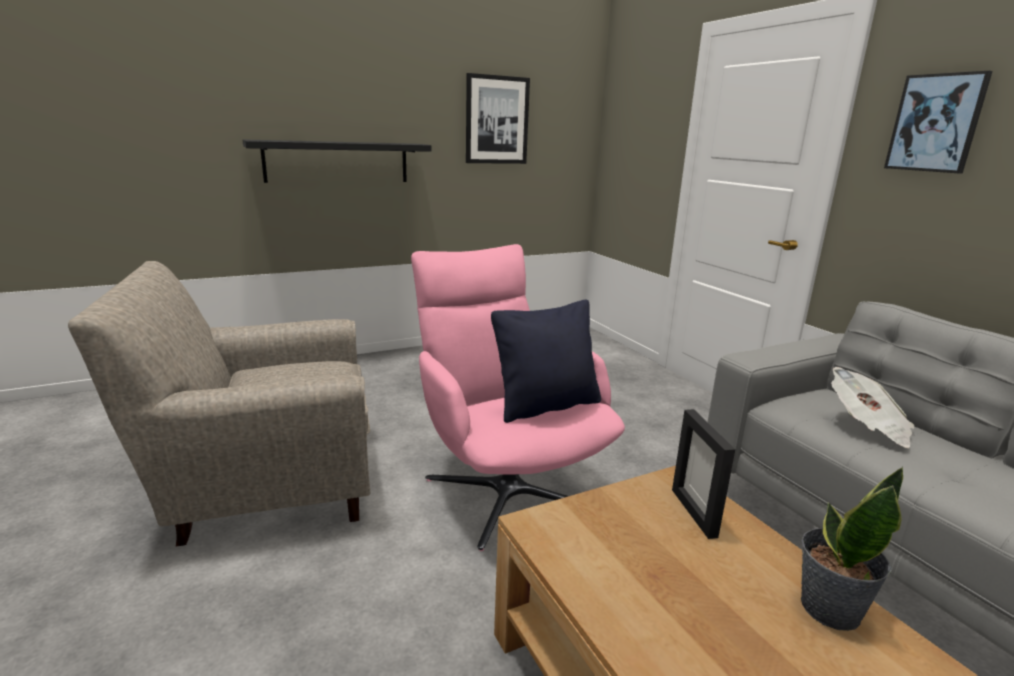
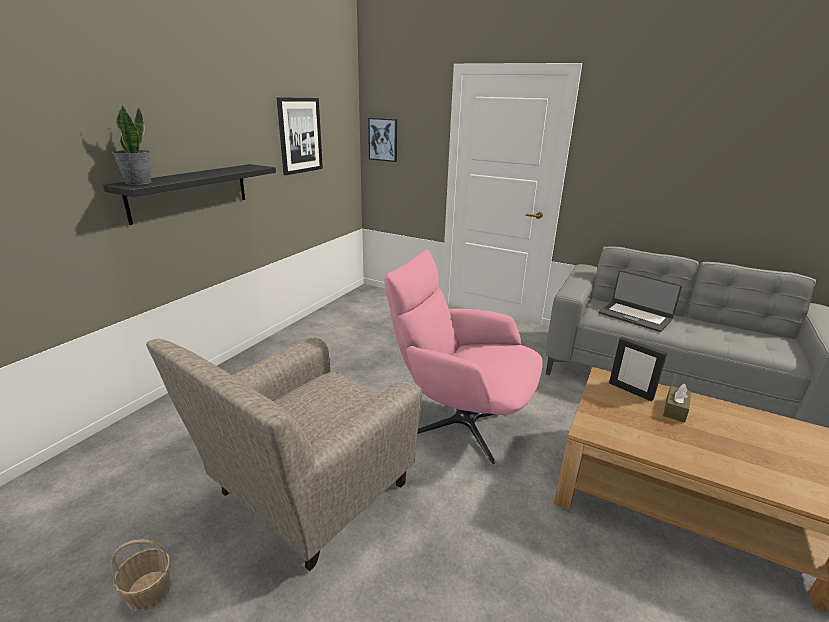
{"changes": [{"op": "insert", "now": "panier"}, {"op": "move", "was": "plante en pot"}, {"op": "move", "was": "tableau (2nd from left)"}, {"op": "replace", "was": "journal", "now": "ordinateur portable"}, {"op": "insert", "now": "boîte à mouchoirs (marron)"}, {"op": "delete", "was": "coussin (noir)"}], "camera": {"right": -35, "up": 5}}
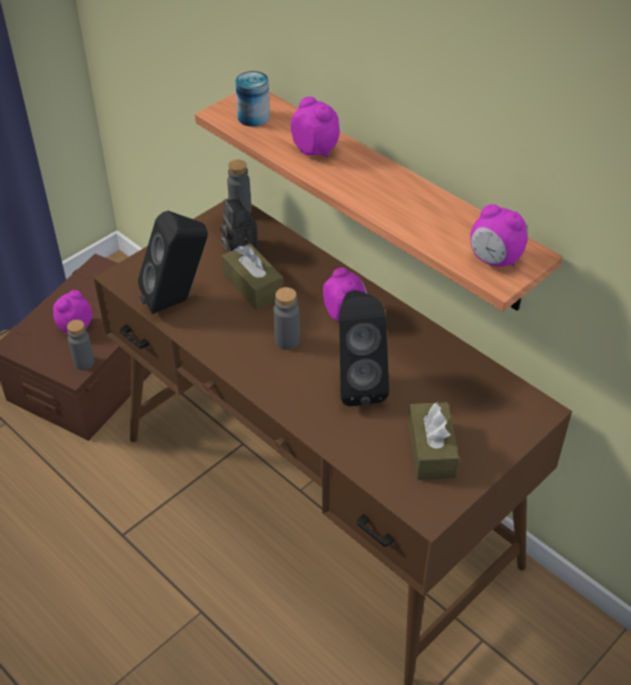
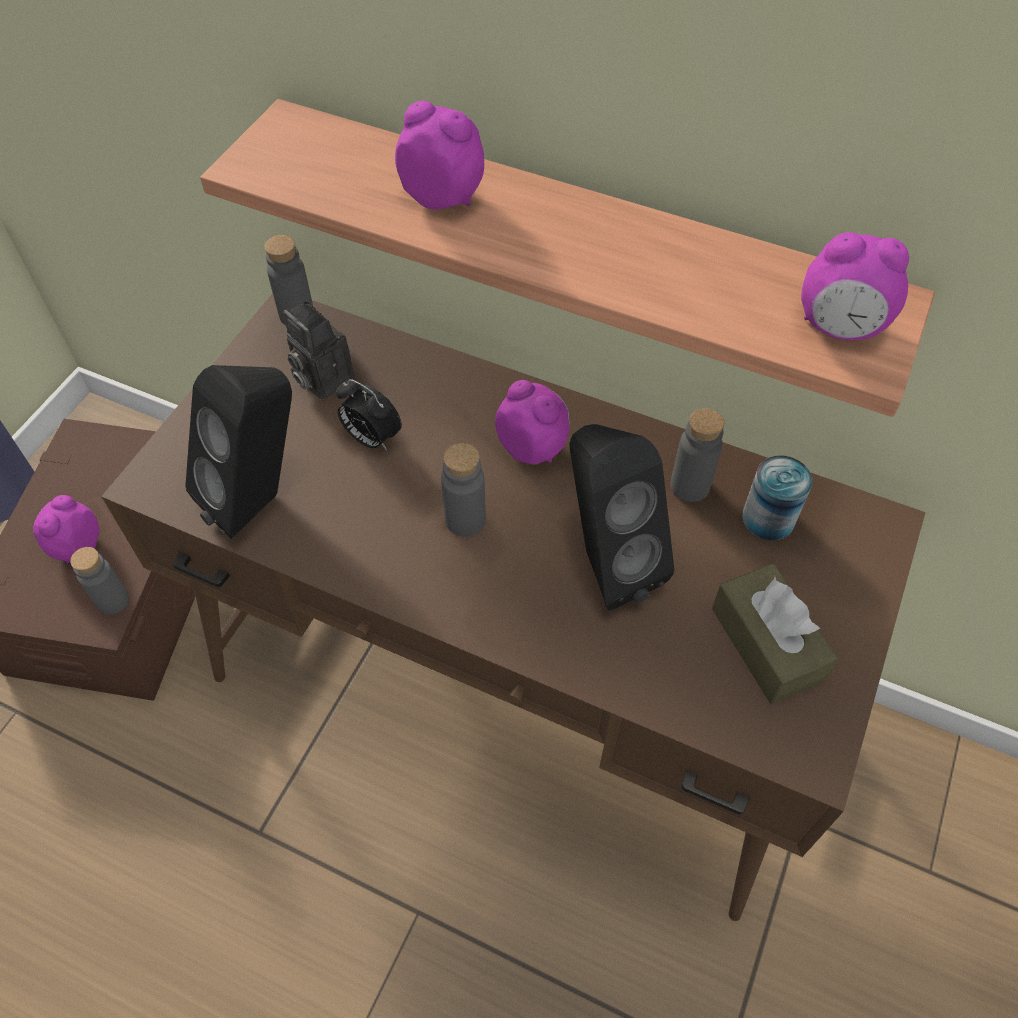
{"changes": [{"op": "replace", "was": "boîte à mouchoirs (marron) (1st from left)", "now": "réveil (2nd from left)"}, {"op": "insert", "now": "bouteille (gris) (4th from left)"}, {"op": "move", "was": "boîte métallique"}], "camera": {"right": -20, "up": 10}}
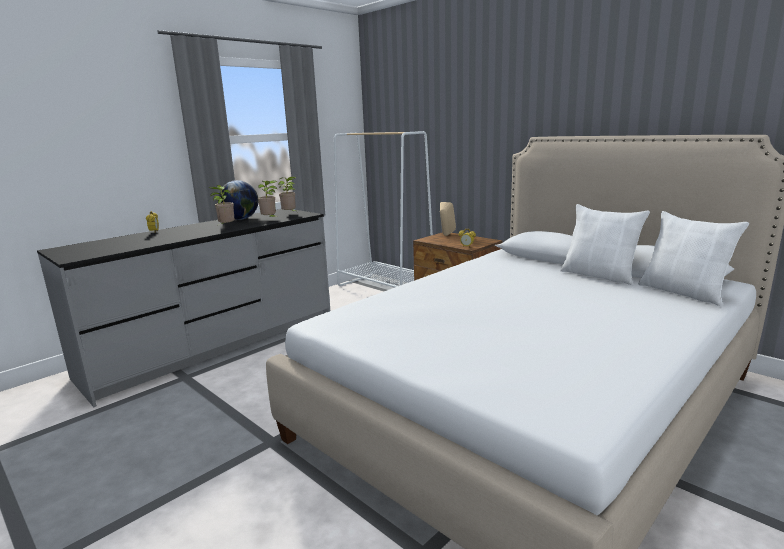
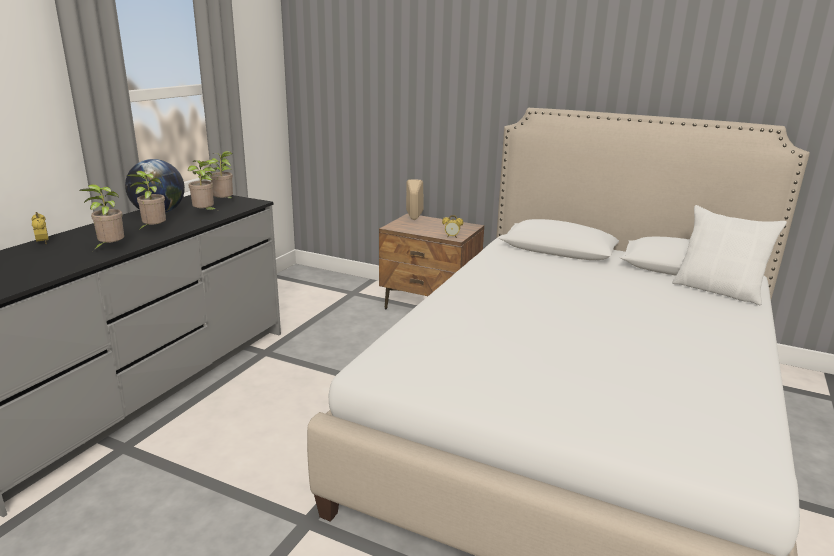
{"changes": [{"op": "insert", "now": "plante en pot (1st from left)"}, {"op": "delete", "was": "portant (blanc)"}, {"op": "delete", "was": "coussin (blanc) (1st from left)"}], "camera": {"right": -20, "up": 5}}
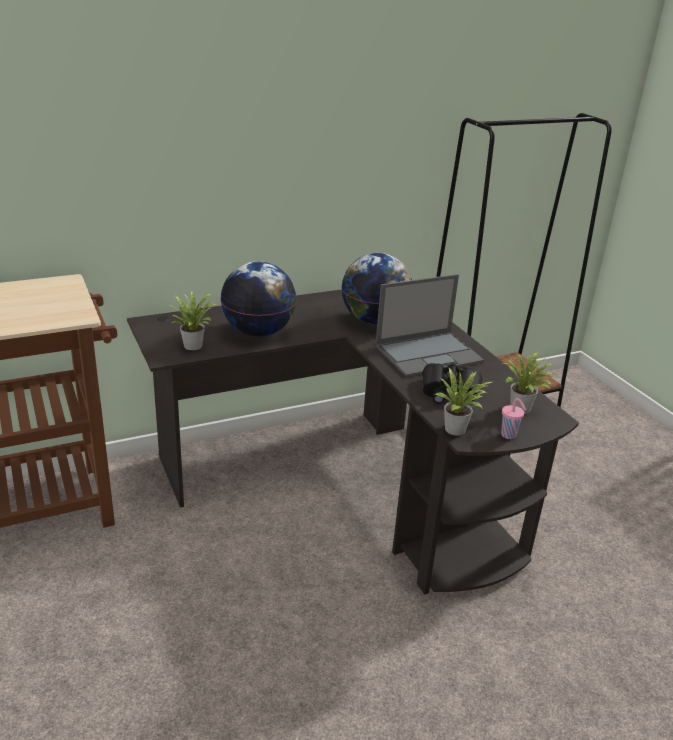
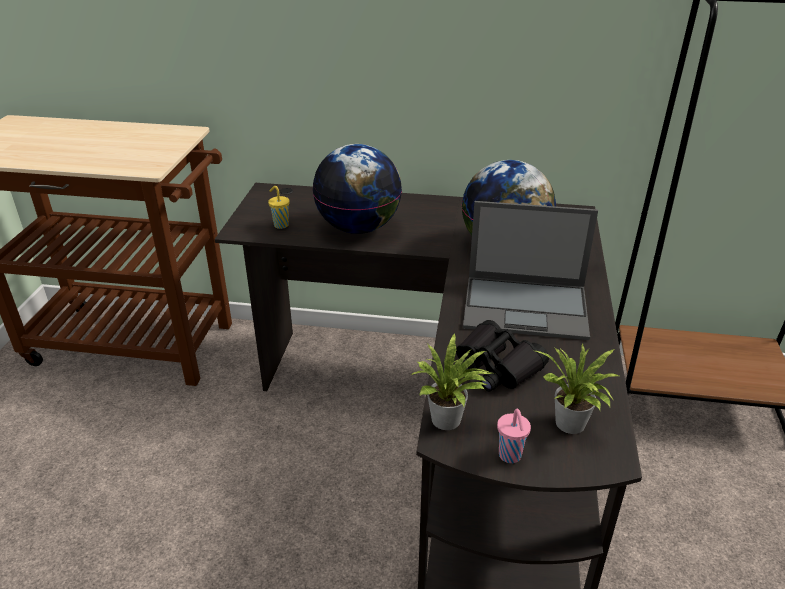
{"changes": [{"op": "replace", "was": "plante en pot (1st from left)", "now": "tasse (jaune)"}], "camera": {"right": 35, "up": 5}}
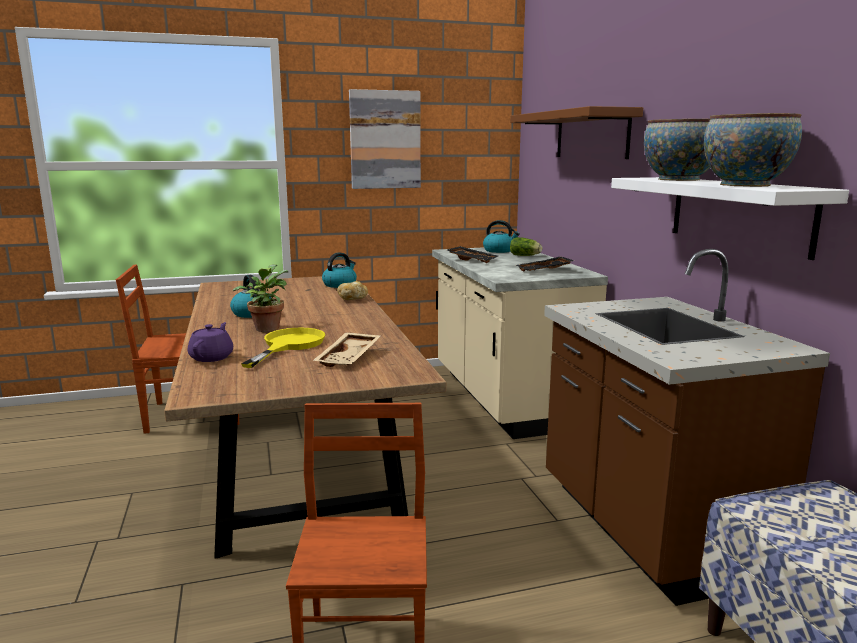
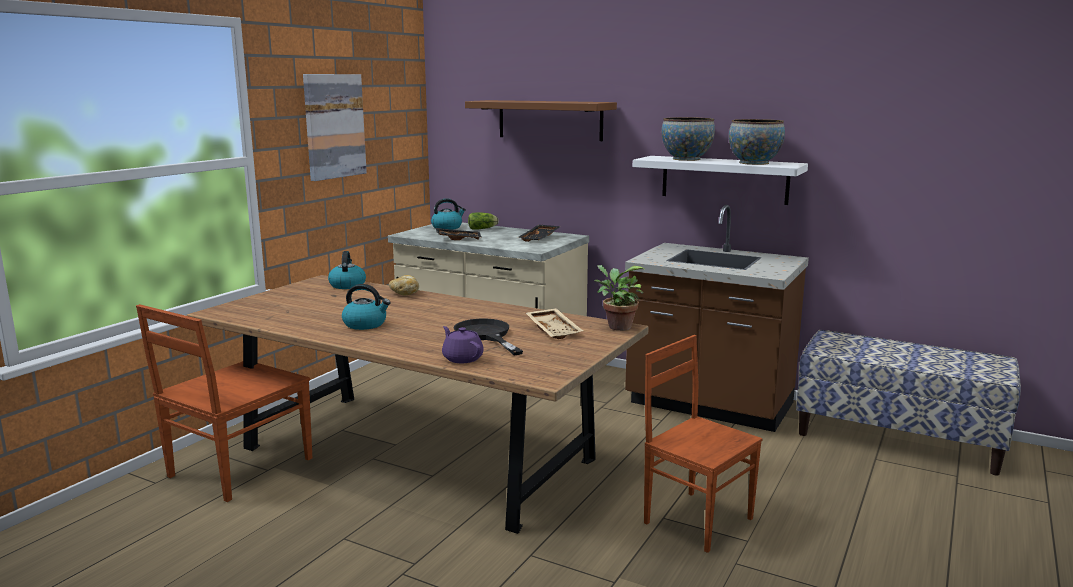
{"changes": [{"op": "recolor", "was": "poêle (jaune)", "now": "poêle (noir)"}, {"op": "move", "was": "plante en pot"}], "camera": {"right": -45, "up": 0}}
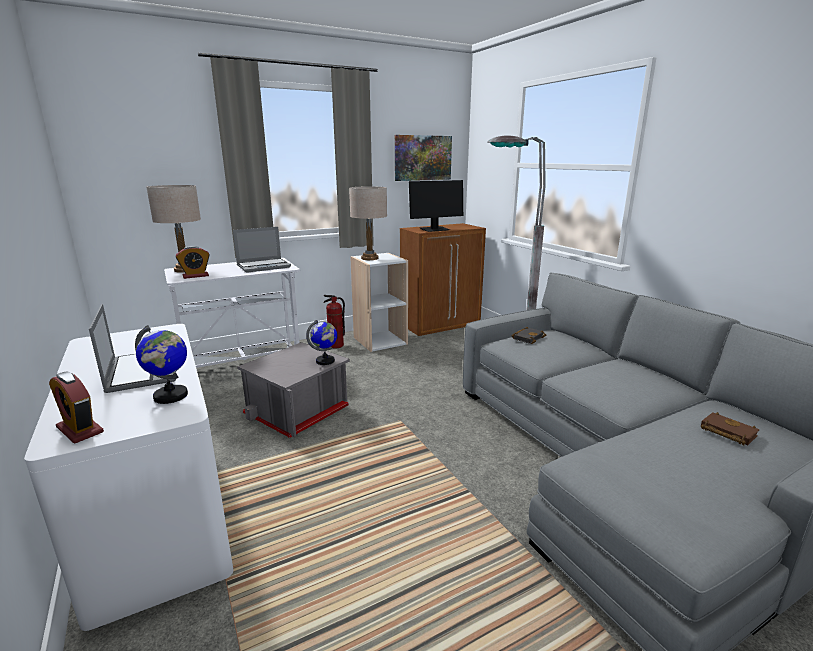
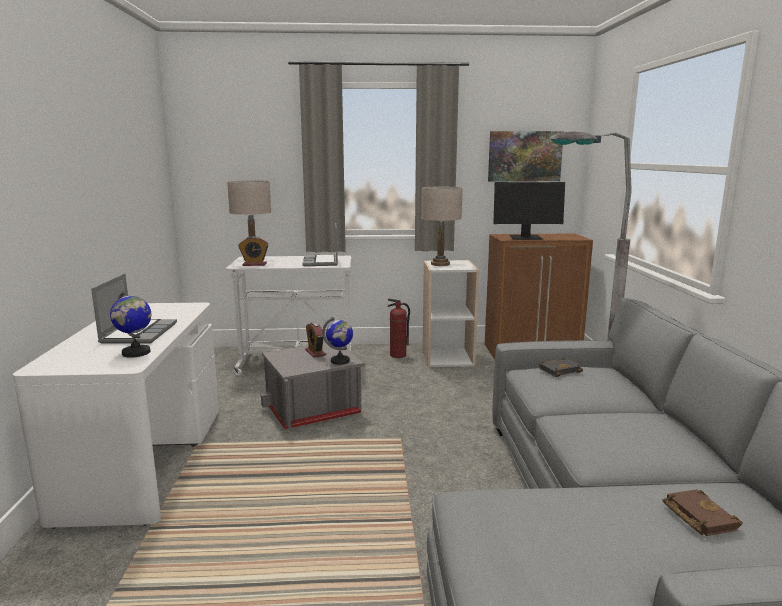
{"changes": [{"op": "rotate", "was": "ordinateur portable (2nd from left)", "clockwise": 90}, {"op": "move", "was": "réveil (1st from left in the first image)", "now": "réveil (2nd from left)"}], "camera": {"right": 25, "up": -5}}
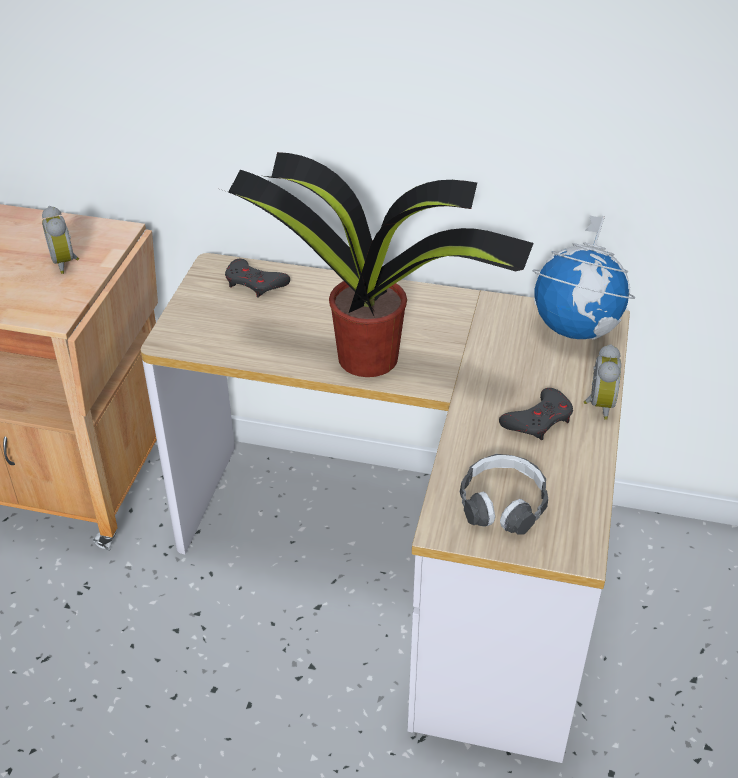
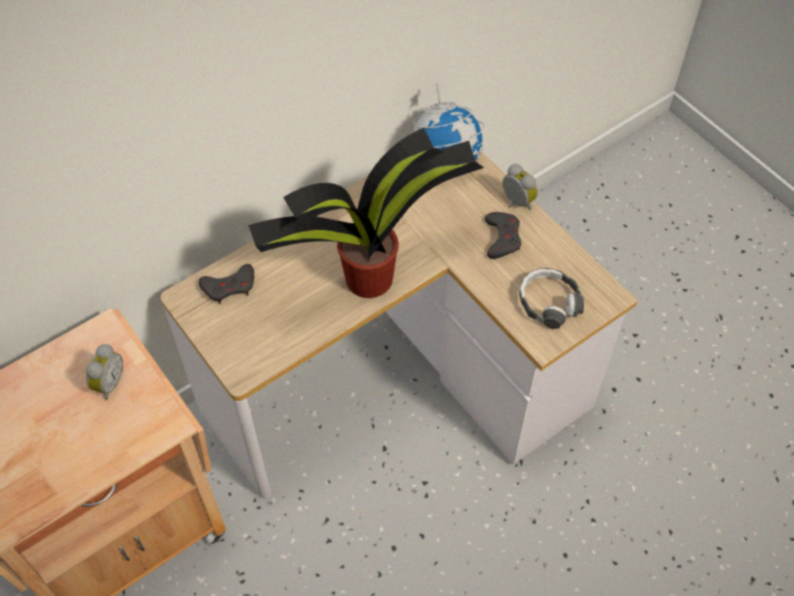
{"changes": [{"op": "rotate", "was": "réveil (1st from left)", "clockwise": -90}], "camera": {"right": -50, "up": 15}}
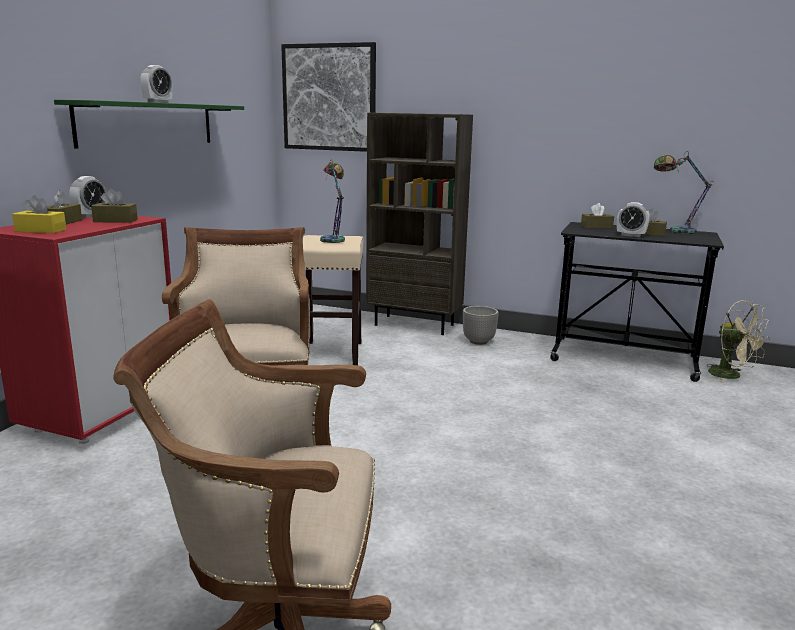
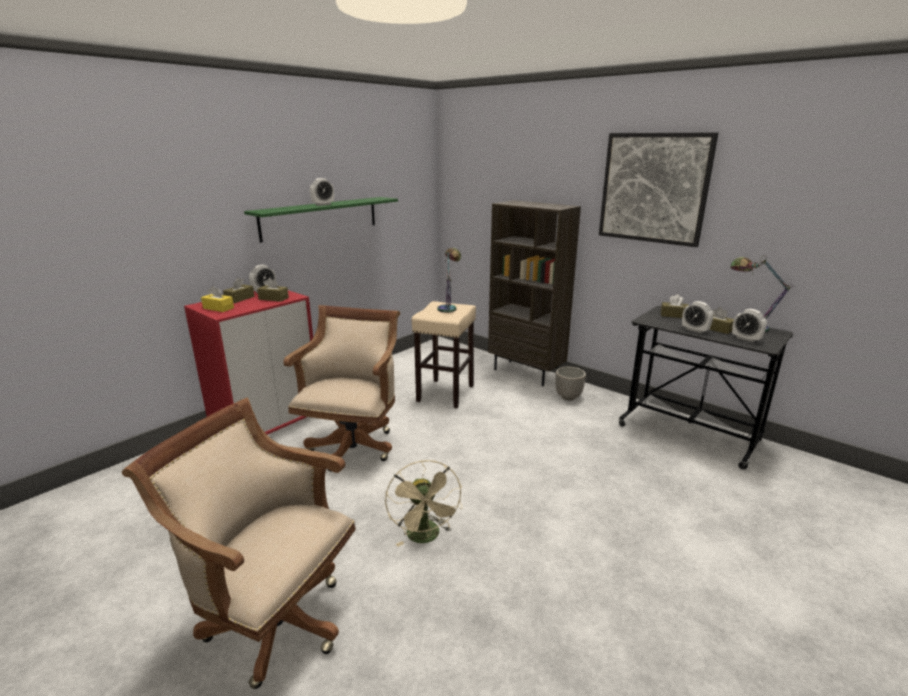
{"changes": [{"op": "move", "was": "ventilateur (beige)"}, {"op": "move", "was": "tableau"}, {"op": "insert", "now": "réveil (4th from left)"}], "camera": {"right": 20, "up": 5}}
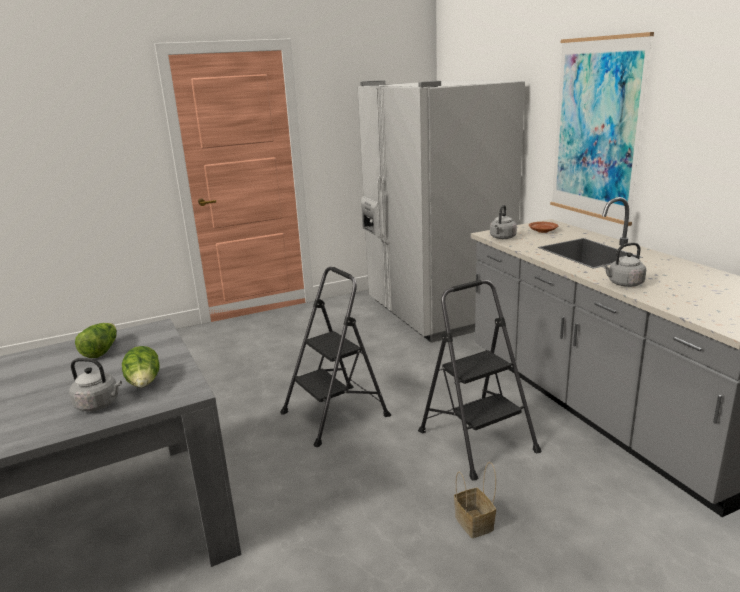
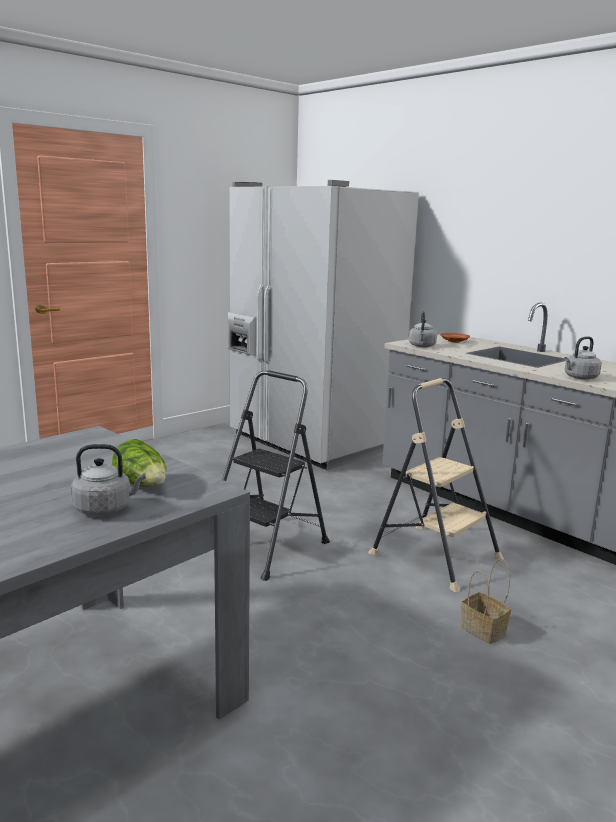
{"changes": [{"op": "recolor", "was": "escabeau (noir) (2nd from left)", "now": "escabeau (beige)"}, {"op": "delete", "was": "laitue (1st from left)"}, {"op": "delete", "was": "tableau"}], "camera": {"right": -20, "up": -5}}
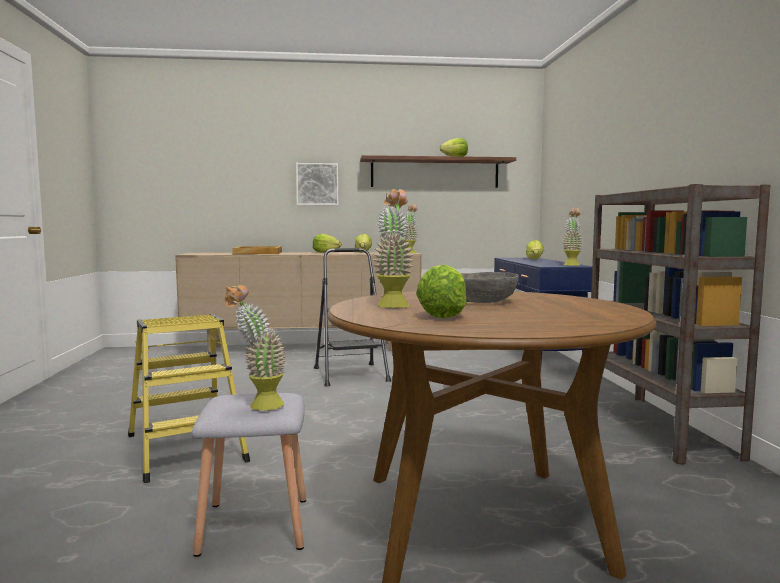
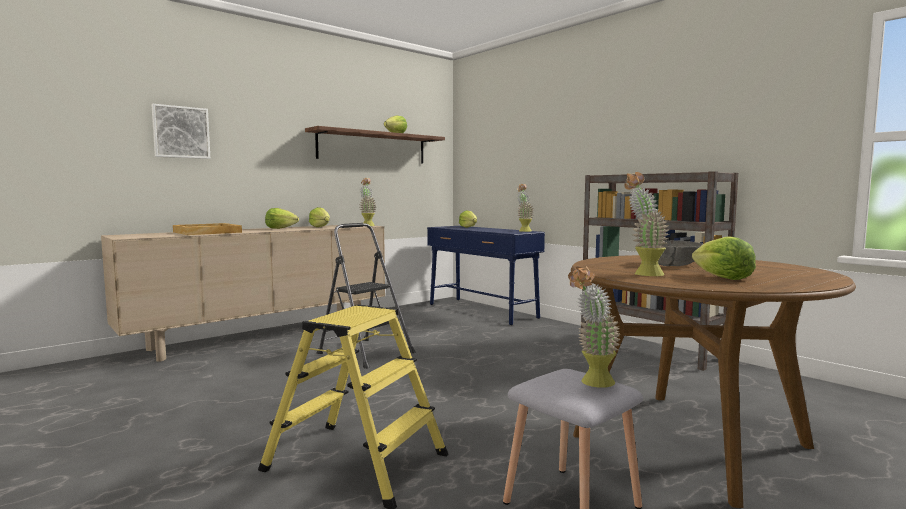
{"changes": [{"op": "move", "was": "tableau"}], "camera": {"right": -35, "up": 0}}
